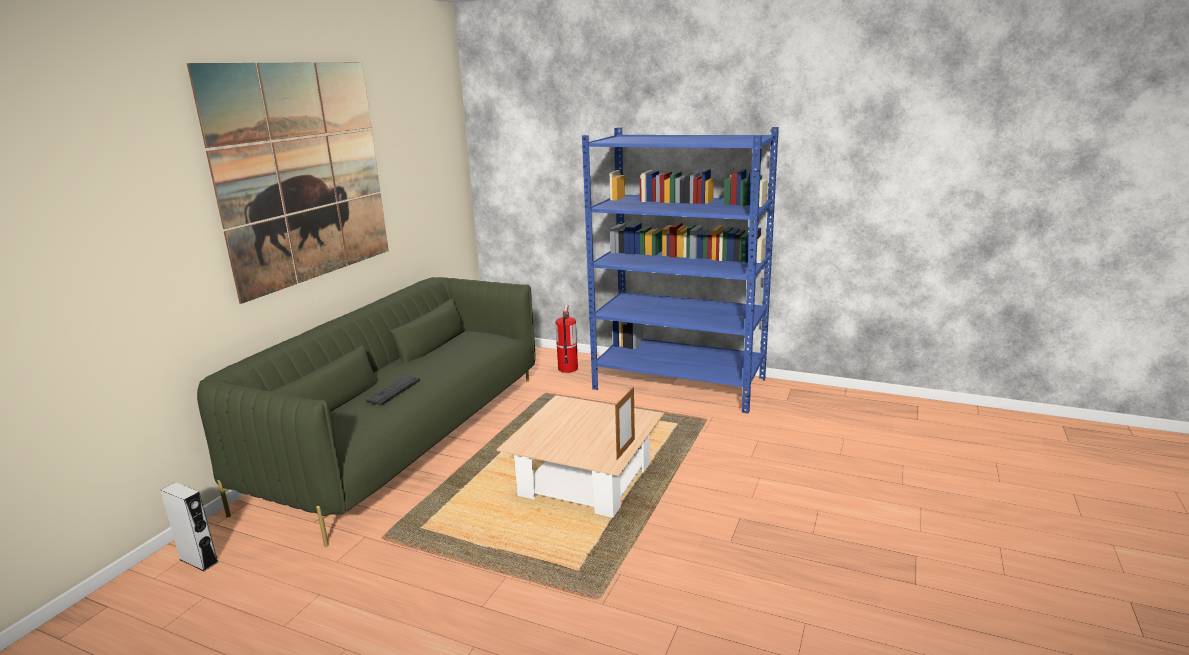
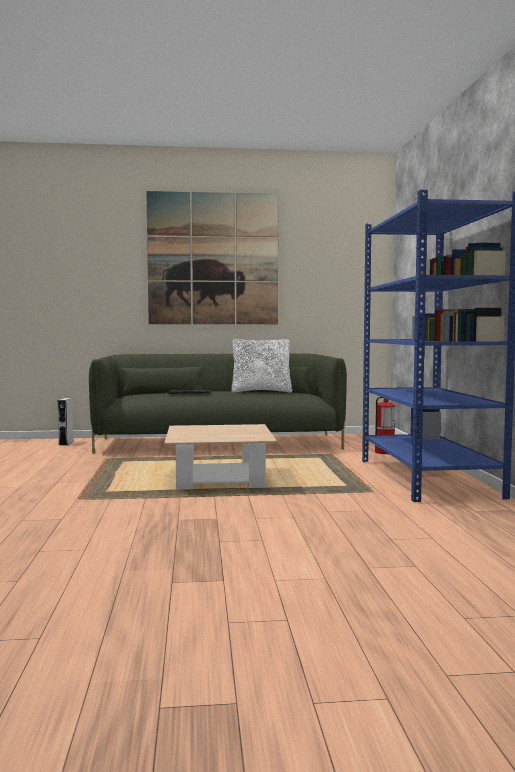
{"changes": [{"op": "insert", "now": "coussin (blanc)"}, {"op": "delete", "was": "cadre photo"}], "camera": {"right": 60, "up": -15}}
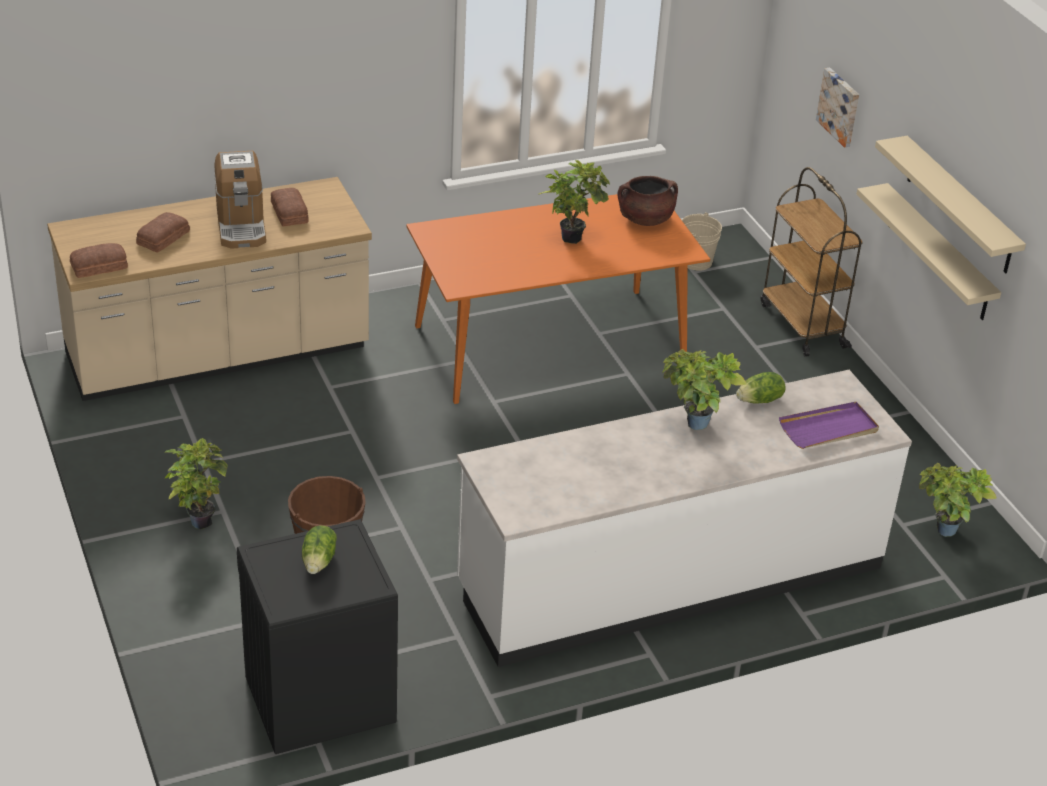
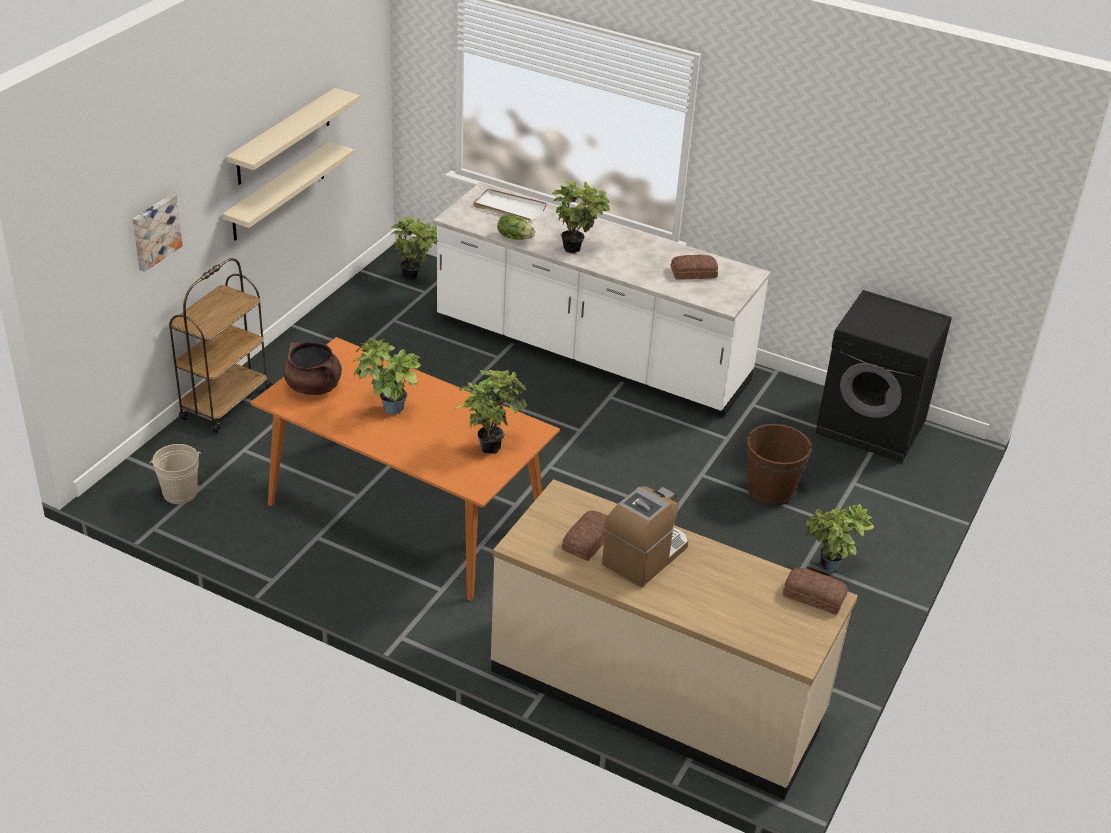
{"changes": [{"op": "insert", "now": "plante en pot (3rd from left)"}, {"op": "recolor", "was": "plateau (violet)", "now": "plateau (blanc)"}, {"op": "move", "was": "pain (2nd from left)"}, {"op": "delete", "was": "laitue (1st from left)"}], "camera": {"right": -130, "up": 0}}
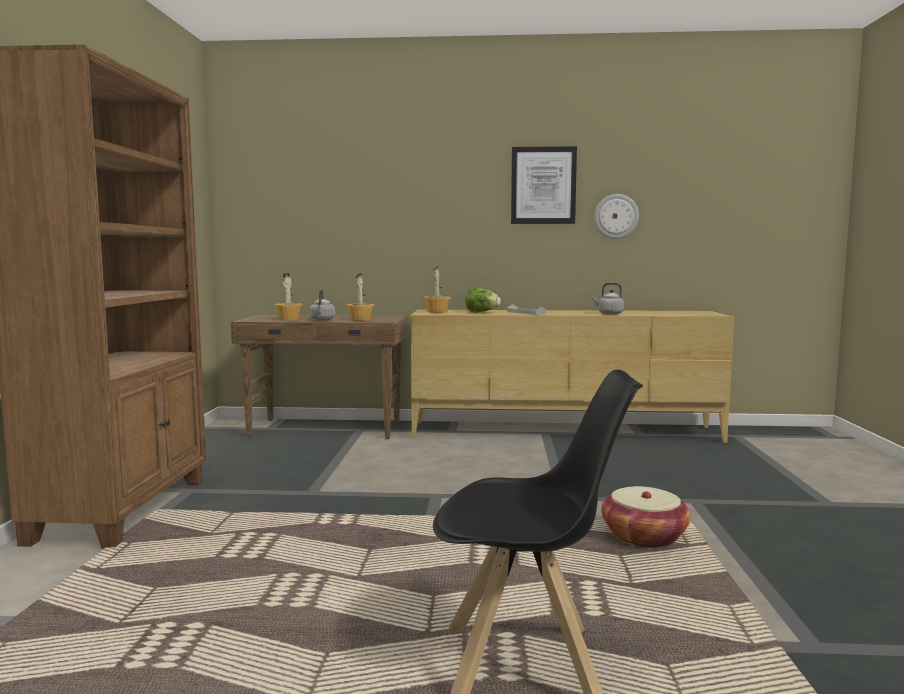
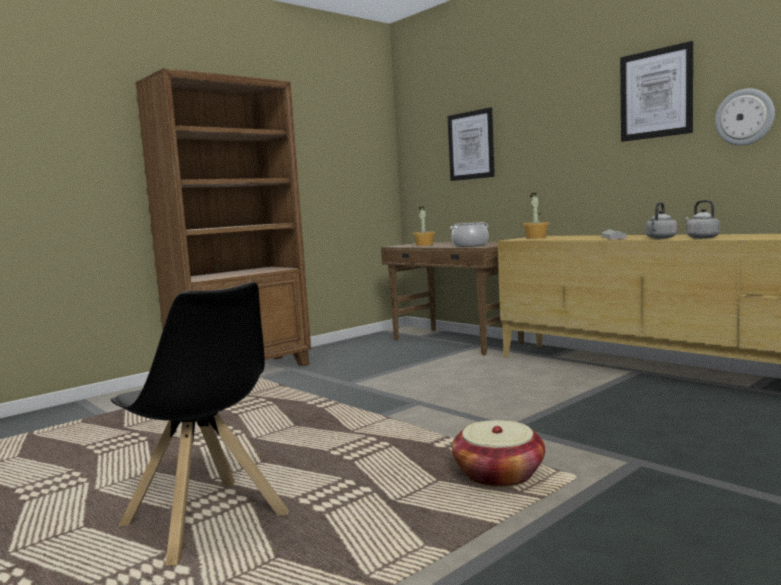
{"changes": [{"op": "insert", "now": "tableau (1st from left)"}, {"op": "replace", "was": "plante en pot (2nd from left)", "now": "marmite"}, {"op": "move", "was": "bouilloire (gris) (1st from left)"}, {"op": "delete", "was": "laitue"}], "camera": {"right": 45, "up": 0}}
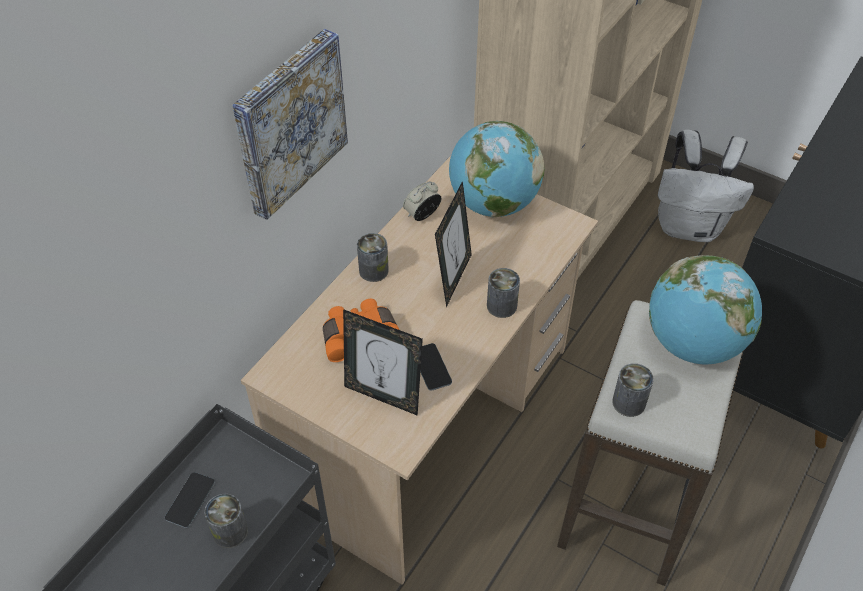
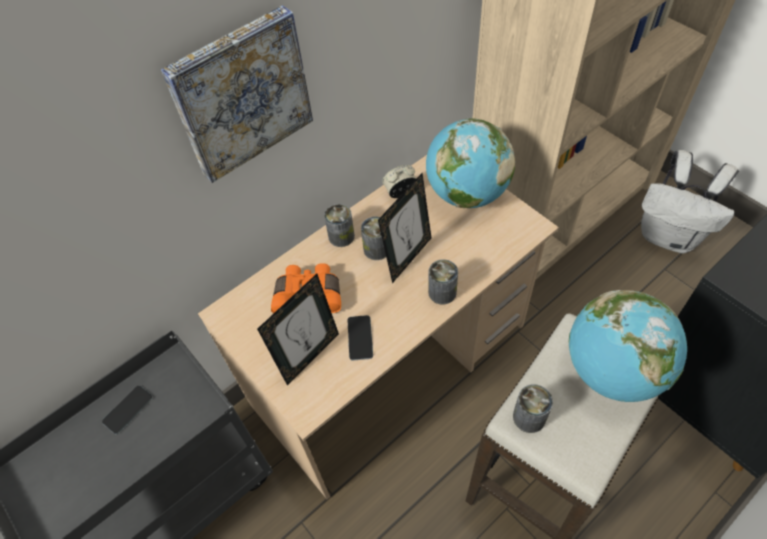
{"changes": [{"op": "rotate", "was": "cadre photo (1st from left)", "clockwise": -90}, {"op": "move", "was": "boîte métallique (1st from left in the first image)", "now": "boîte métallique (2nd from left)"}], "camera": {"right": 20, "up": 5}}
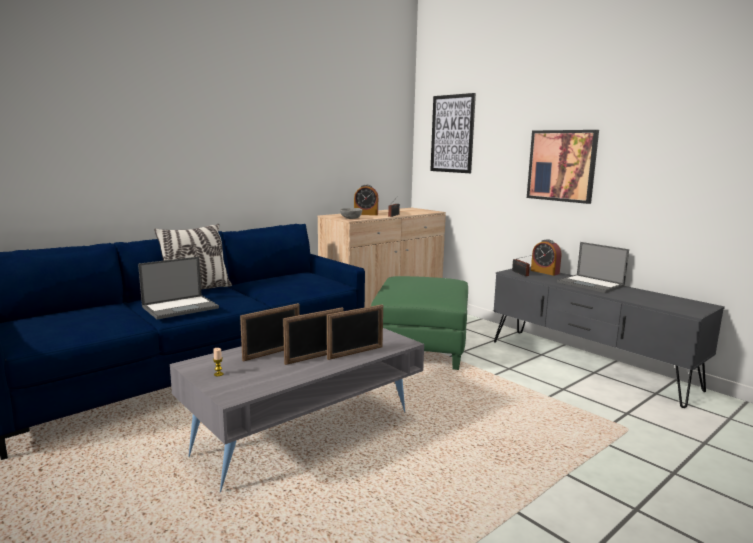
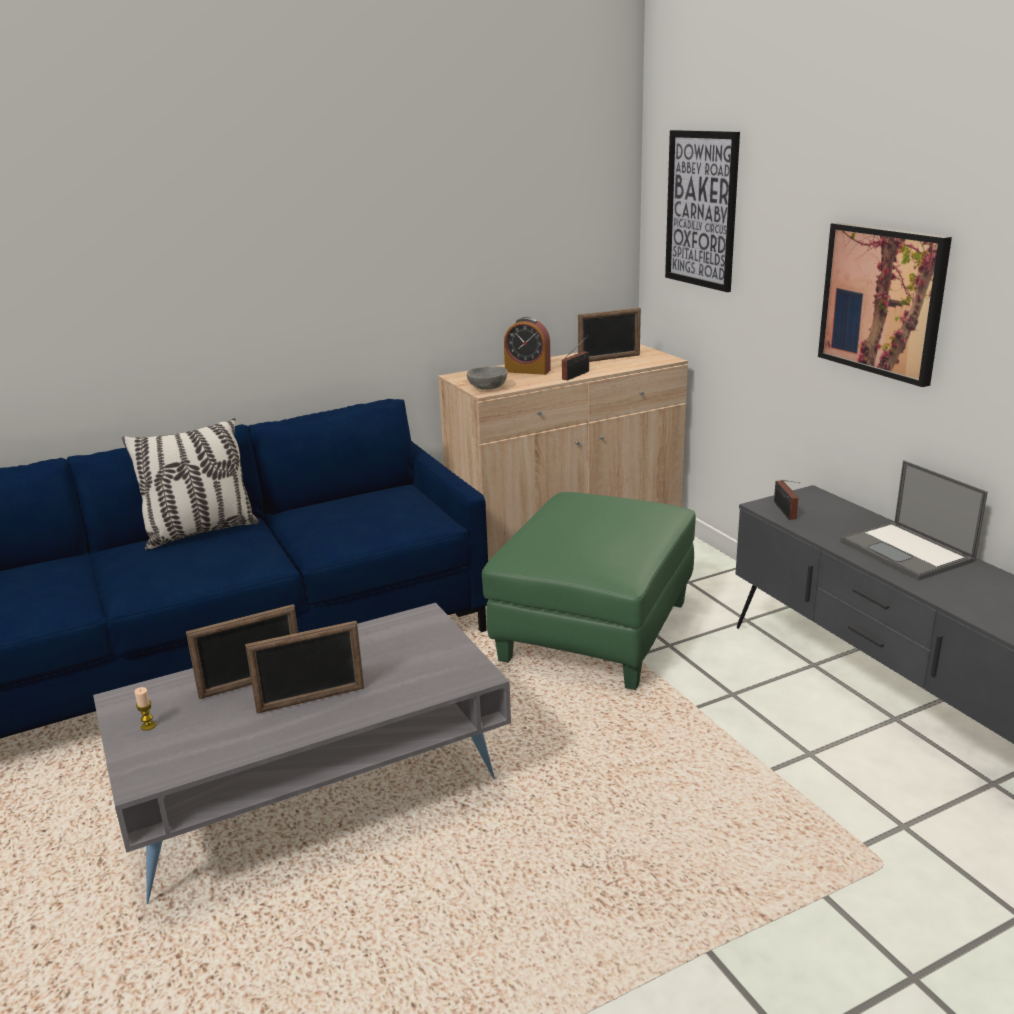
{"changes": [{"op": "move", "was": "cadre photo (3rd from left)"}, {"op": "delete", "was": "ordinateur portable (1st from left)"}, {"op": "delete", "was": "réveil (2nd from left)"}], "camera": {"right": 15, "up": 10}}
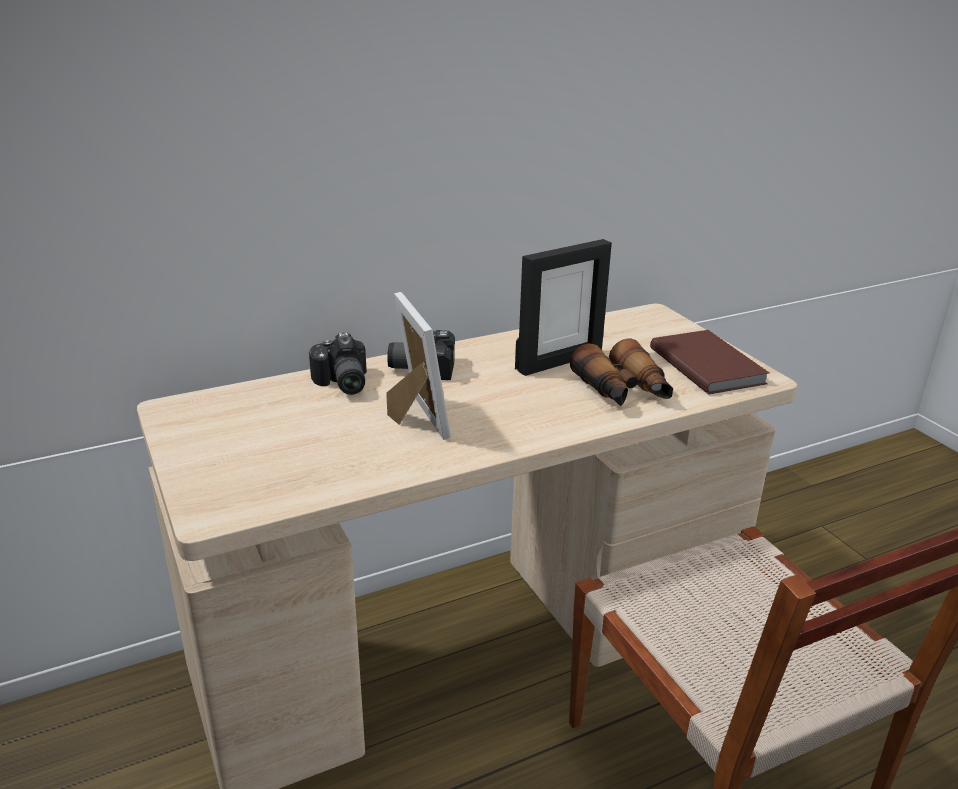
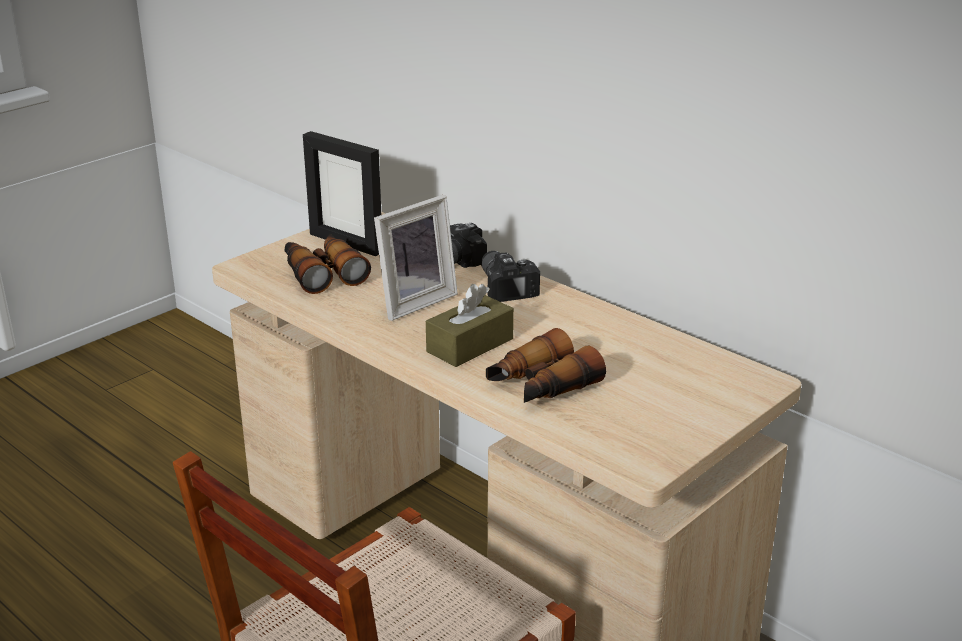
{"changes": [{"op": "insert", "now": "jumelles (1st from left)"}, {"op": "move", "was": "cadre photo (2nd from left in the first image)", "now": "cadre photo (1st from left)"}, {"op": "insert", "now": "boîte à mouchoirs (marron)"}, {"op": "delete", "was": "livre (marron)"}], "camera": {"right": 70, "up": 0}}
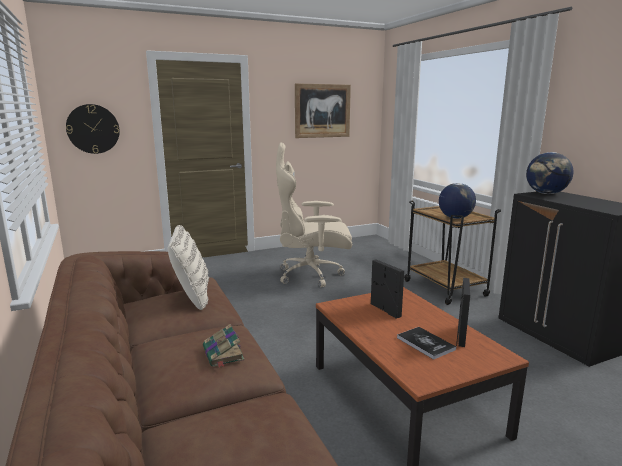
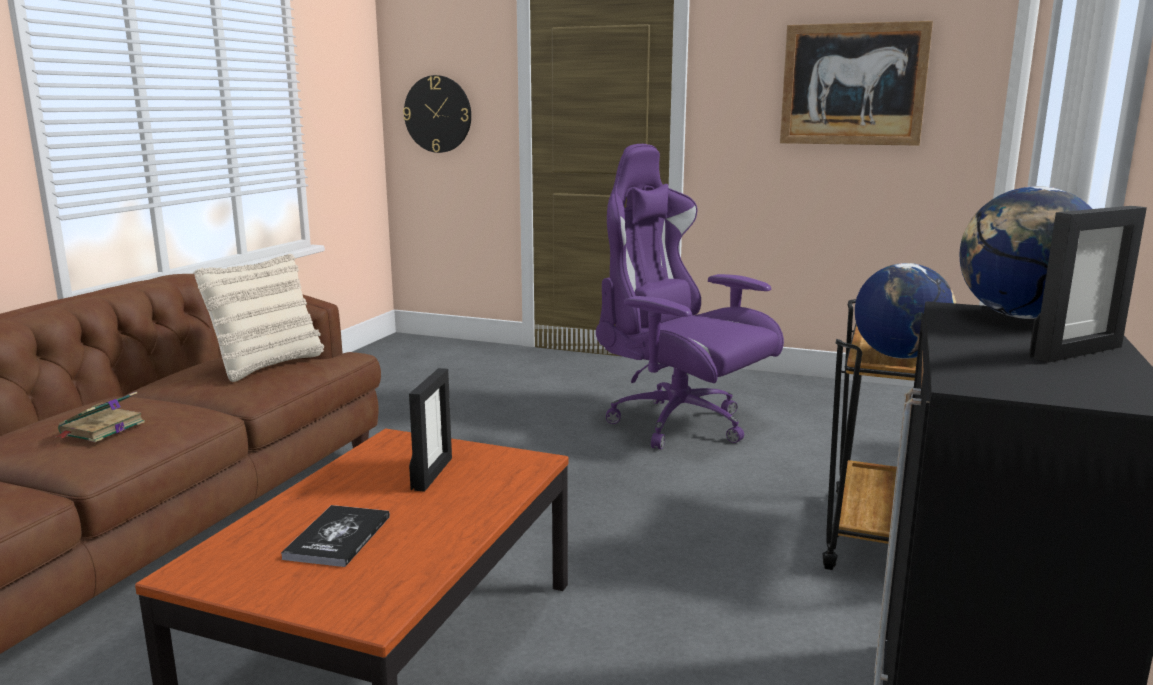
{"changes": [{"op": "recolor", "was": "chaise de bureau (beige)", "now": "chaise de bureau (violet)"}, {"op": "move", "was": "cadre photo (2nd from left)"}], "camera": {"right": 45, "up": 0}}
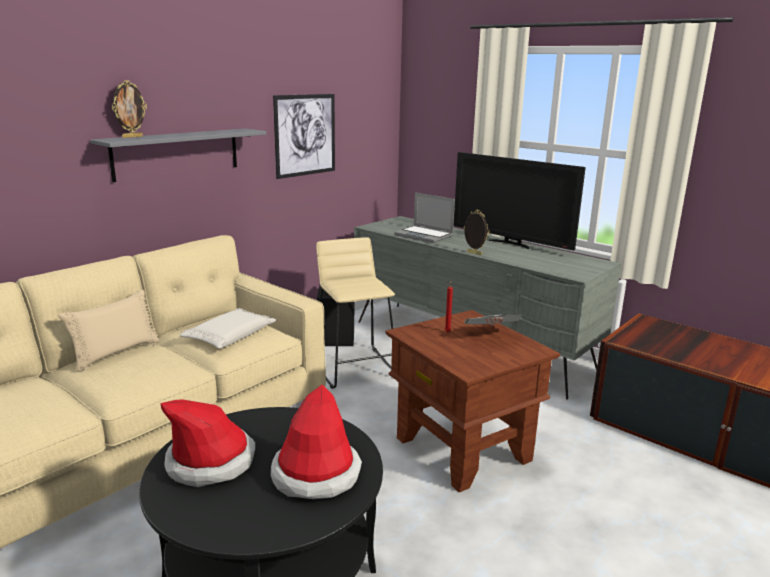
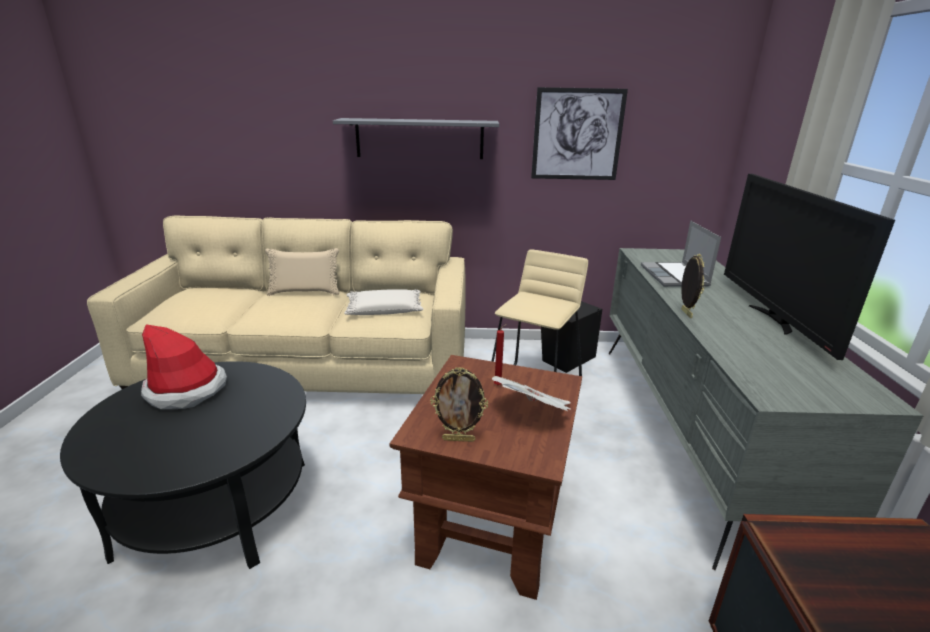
{"changes": [{"op": "move", "was": "cadre photo (1st from left)"}, {"op": "delete", "was": "chapeau (2nd from left)"}], "camera": {"right": 50, "up": 5}}
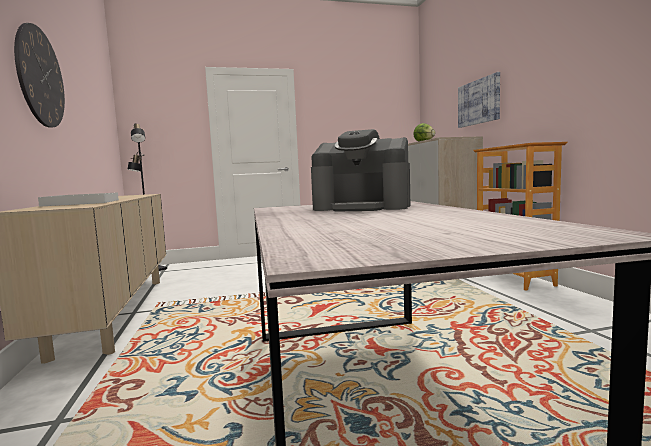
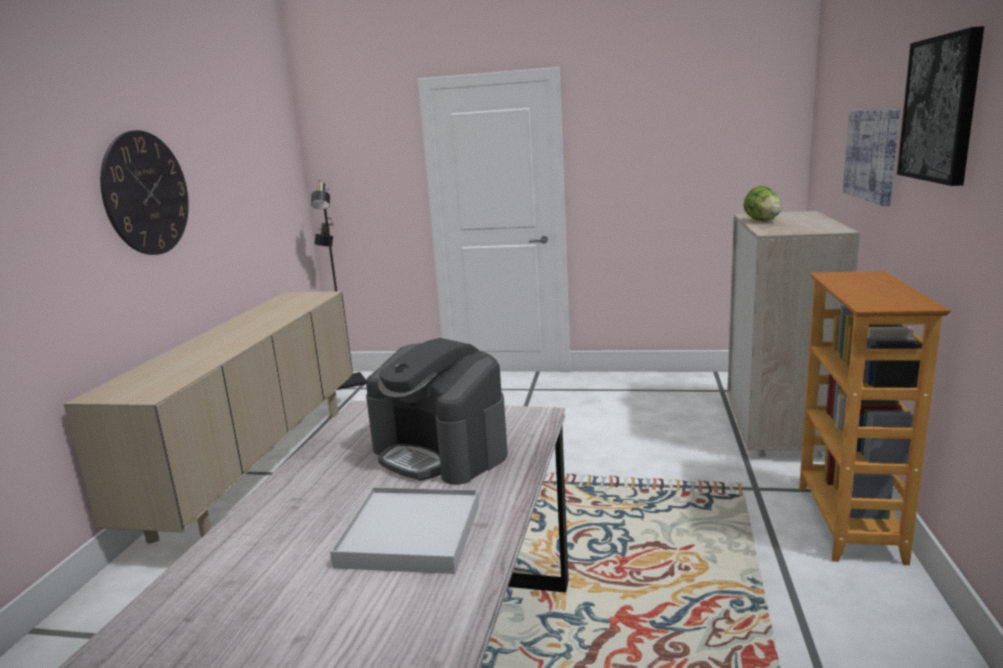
{"changes": [{"op": "move", "was": "plateau (blanc)"}, {"op": "insert", "now": "tableau (2nd from left)"}], "camera": {"right": 25, "up": 10}}
